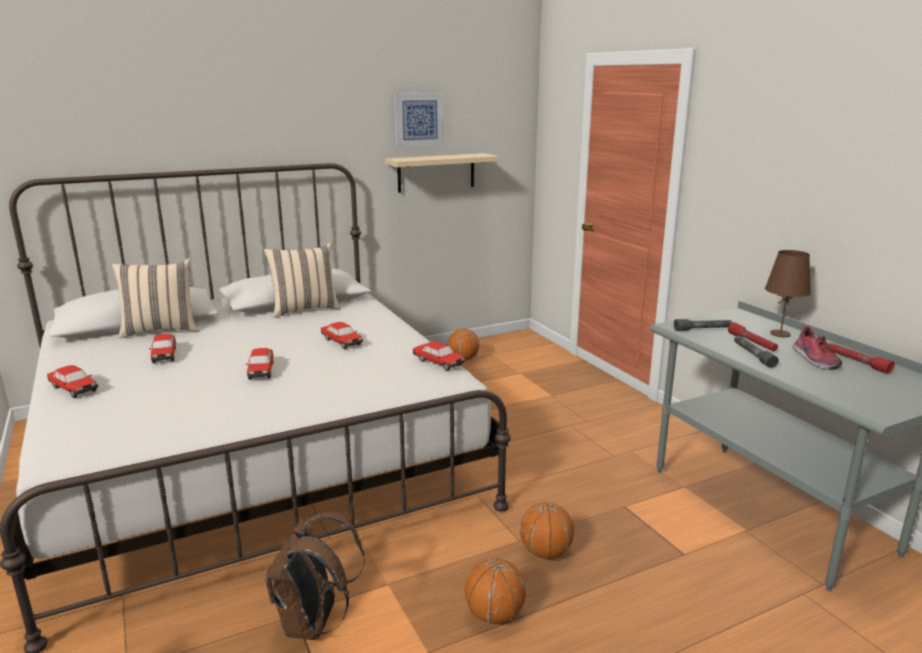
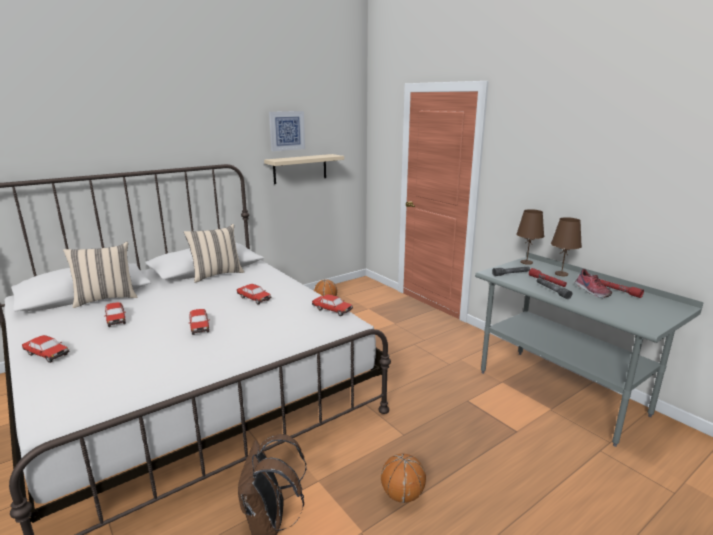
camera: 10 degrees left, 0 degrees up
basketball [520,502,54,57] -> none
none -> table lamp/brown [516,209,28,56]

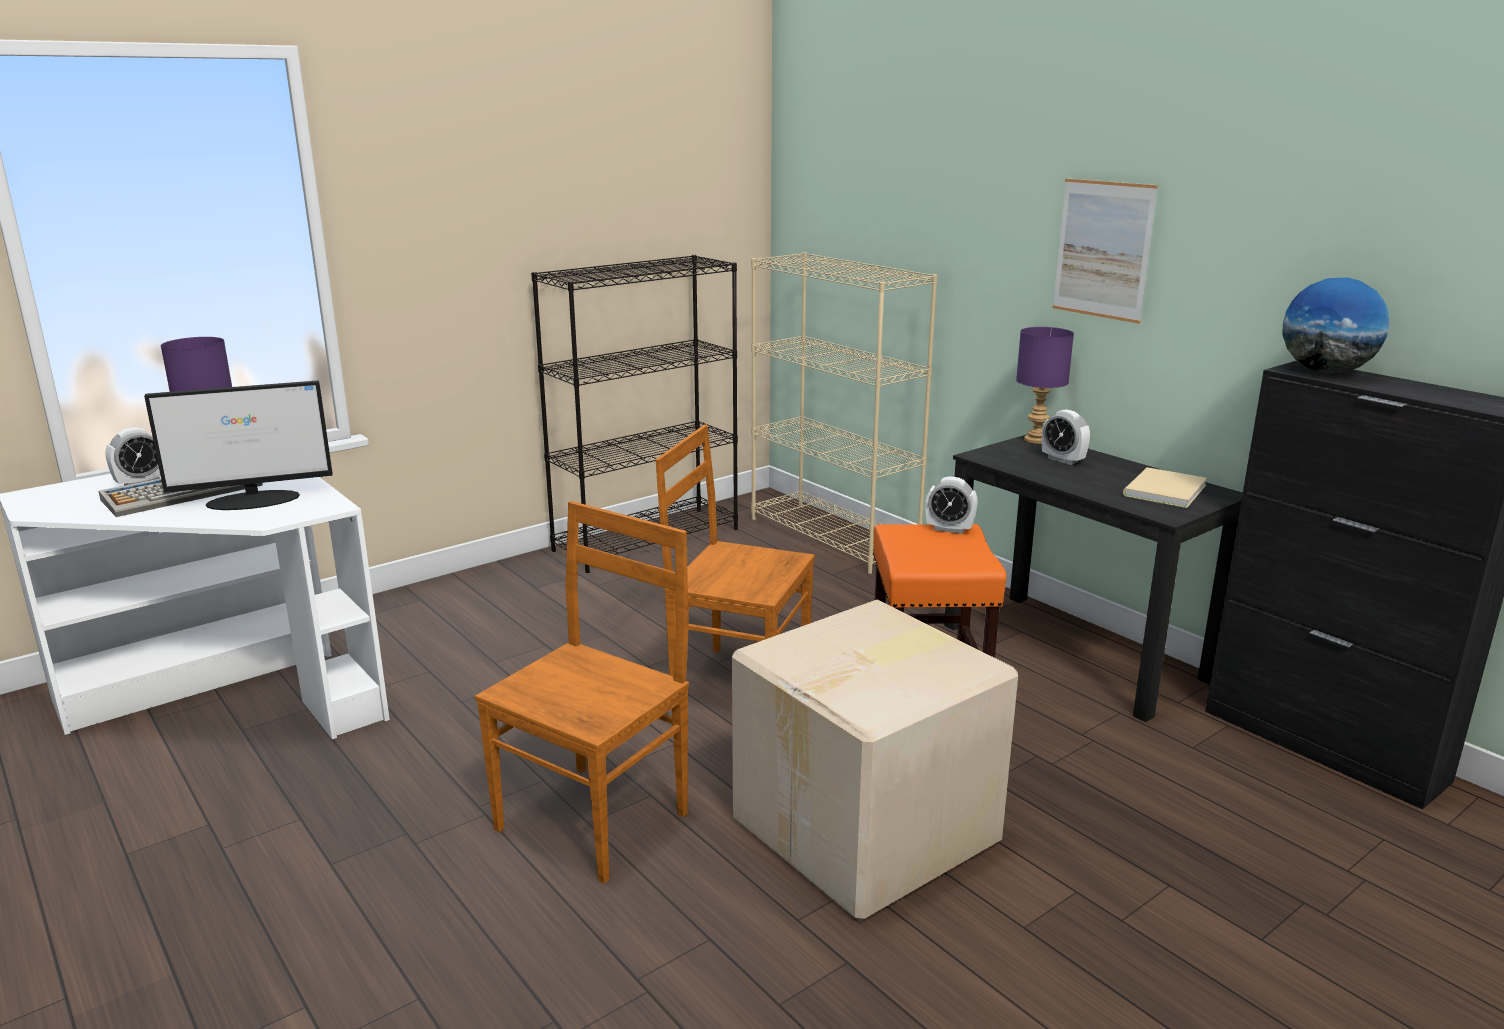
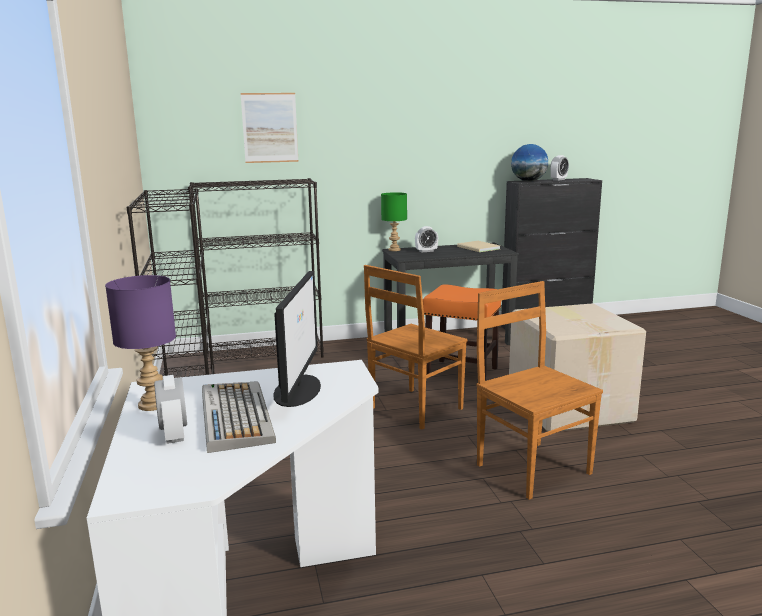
camera: 65 degrees left, 5 degrees down
picture [1052,178,106,146] -> picture [241,93,58,70], shifted
bookcase/beige [751,252,187,322] -> bookcase/black [188,178,136,184]
table lamp/purple [1016,327,58,117] -> table lamp/green [381,192,26,59]
alarm clock [925,476,52,58] -> alarm clock [550,155,19,26], shifted

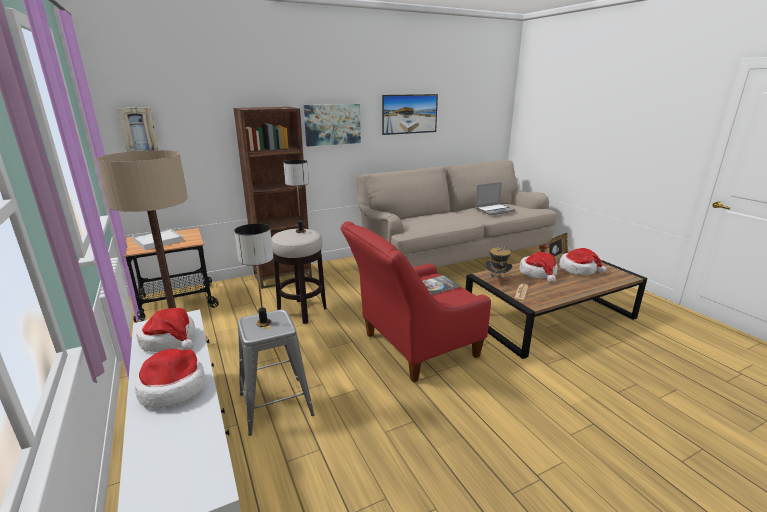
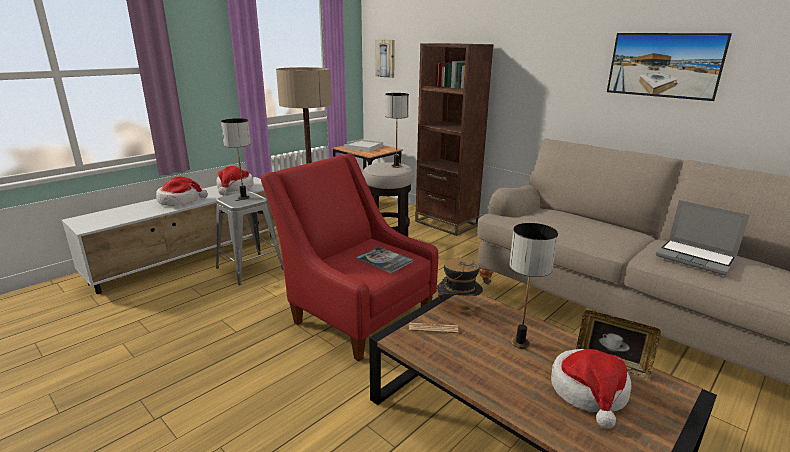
camera: 70 degrees right, 0 degrees up
picture [304,104,57,42] -> none
hat [519,252,39,31] -> table lamp [509,223,49,126]

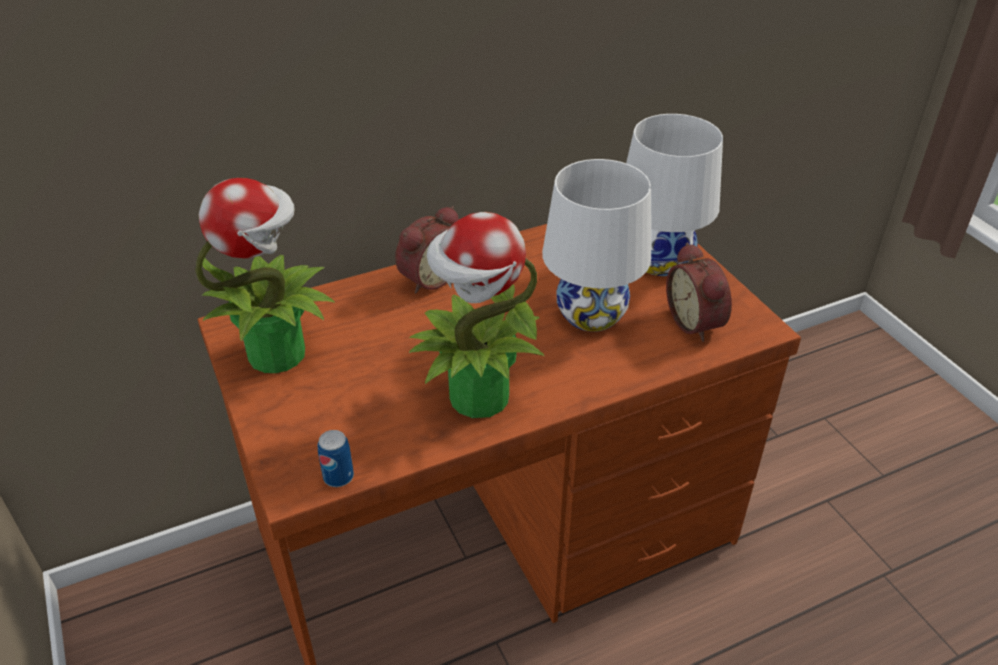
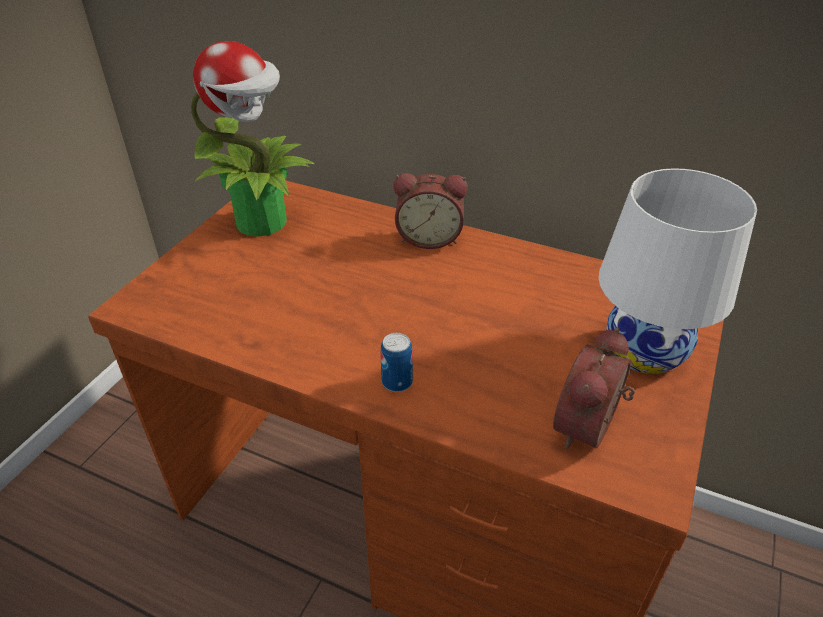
camera: 50 degrees right, 0 degrees up
table lamp/white [542,159,109,173] -> none
potted plant [409,212,135,206] -> none
can [318,430,36,57] -> can [380,333,33,59], shifted

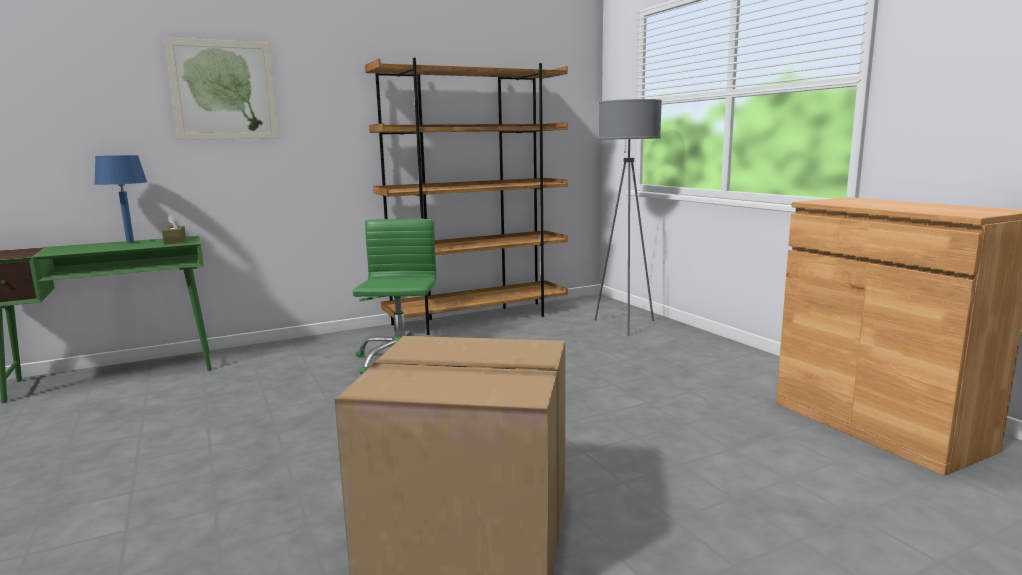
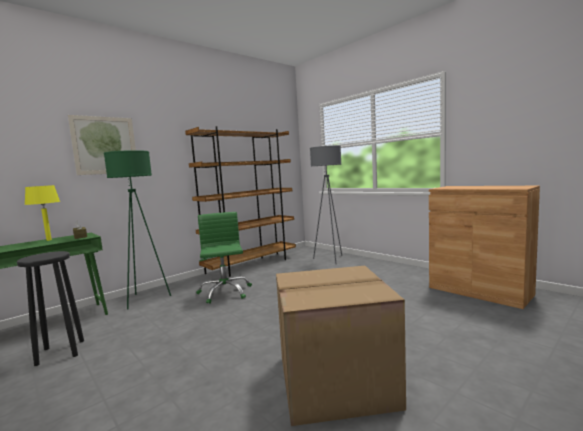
camera: 15 degrees left, 5 degrees down
table lamp/blue [94,155,53,88] -> table lamp/yellow [24,185,36,56]
none -> floor lamp/green [104,150,67,160]
none -> stool/black [17,251,67,115]

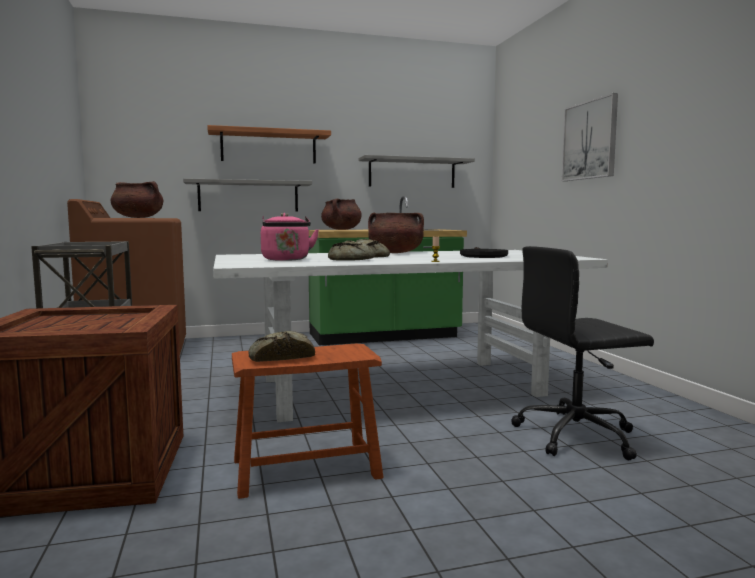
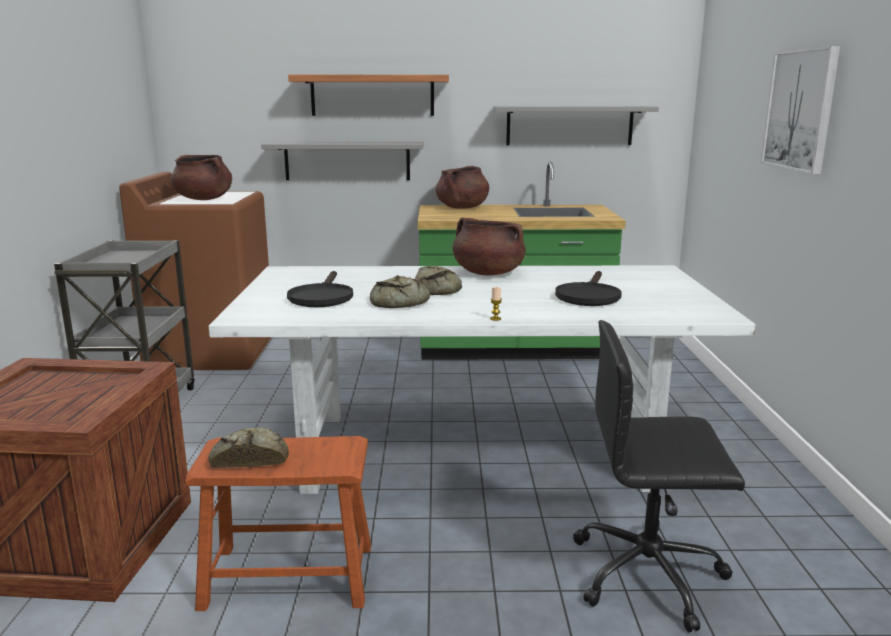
camera: 15 degrees right, 10 degrees up
kettle/pink [261,213,58,48] -> frying pan/black [287,271,66,36]

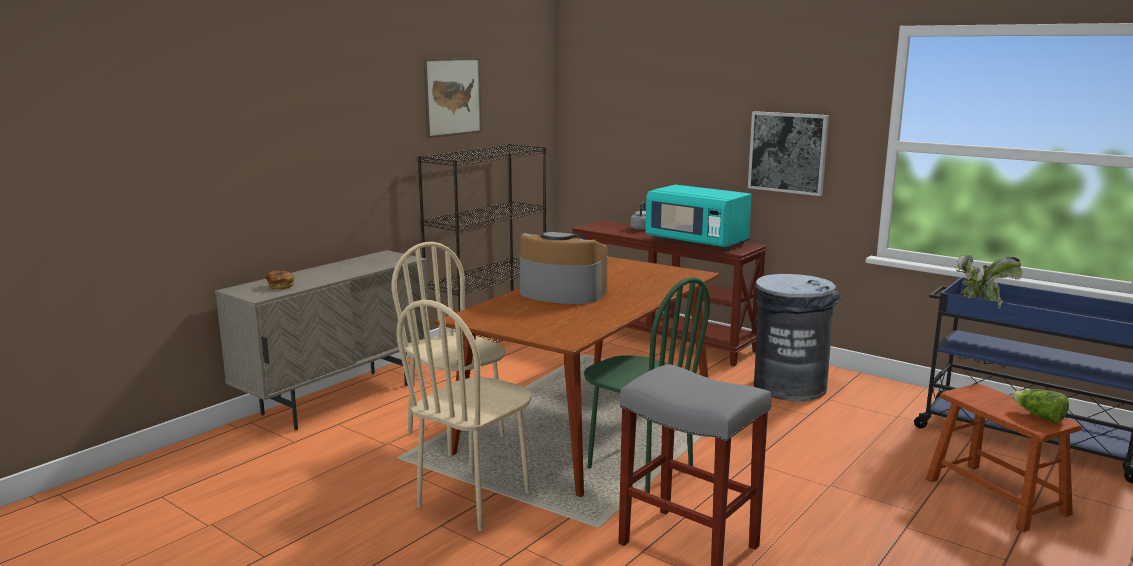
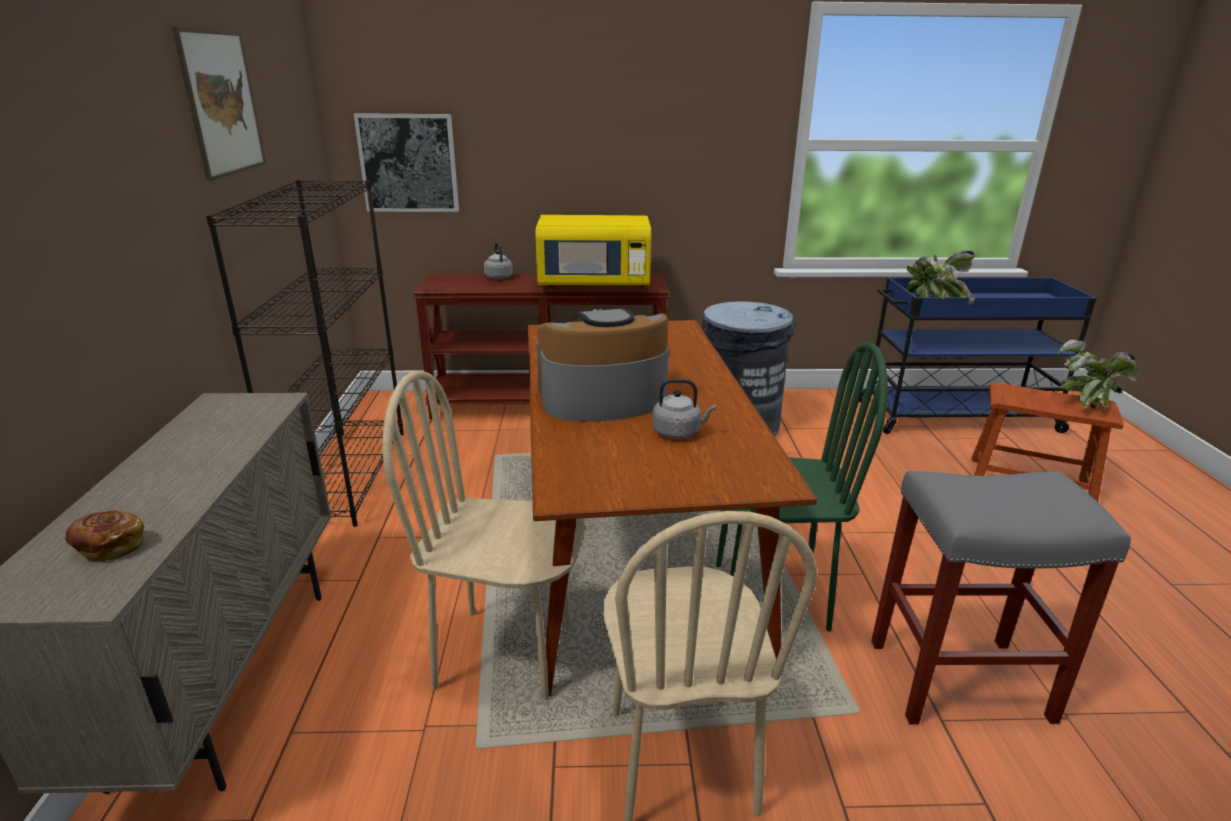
camera: 40 degrees left, 10 degrees up
picture [748,111,81,85] -> picture [354,113,105,99], shifted
microwave/turquoise [646,185,106,65] -> microwave/yellow [535,215,116,73]
lettuce [1012,389,57,34] -> potted plant [1058,339,80,70]
none -> kettle/grey [652,378,64,61]

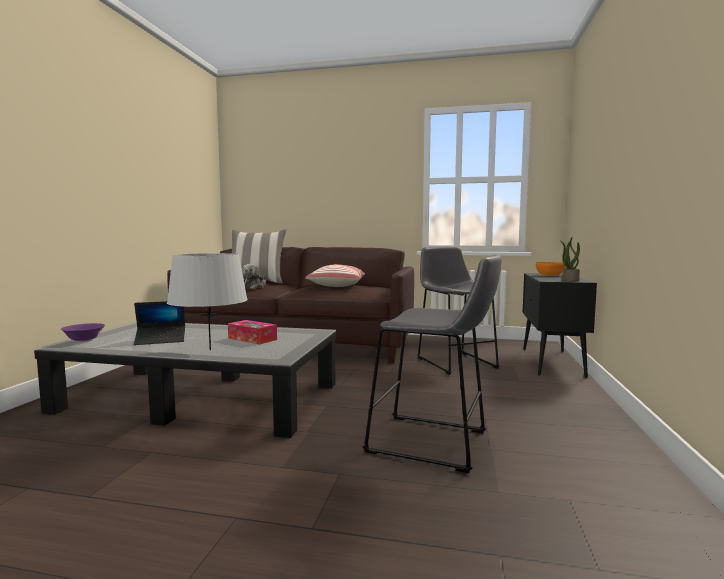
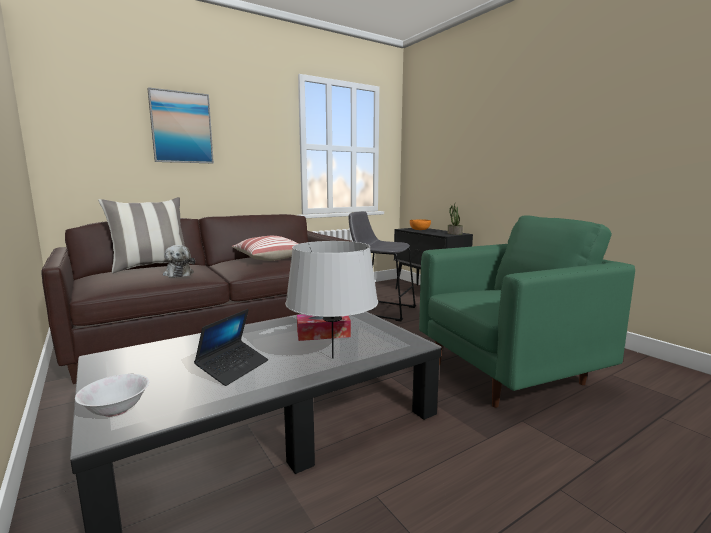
camera: 45 degrees left, 5 degrees up
stool/grey [363,255,139,218] -> armchair/green [419,216,216,192]
bowl/purple [61,323,44,19] -> bowl/white [75,374,74,43]
none -> picture [147,87,67,76]

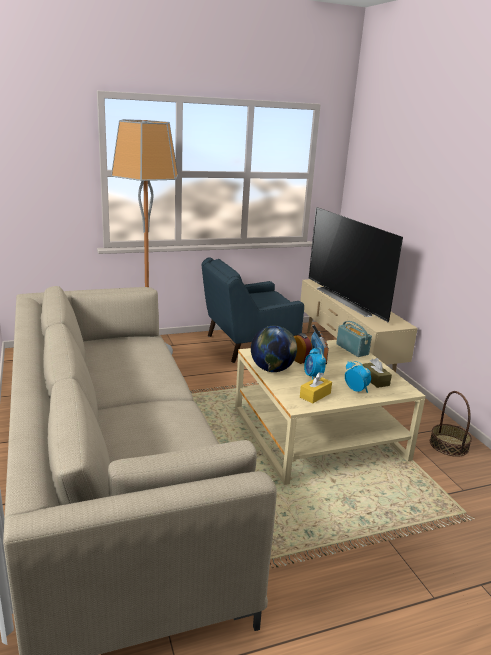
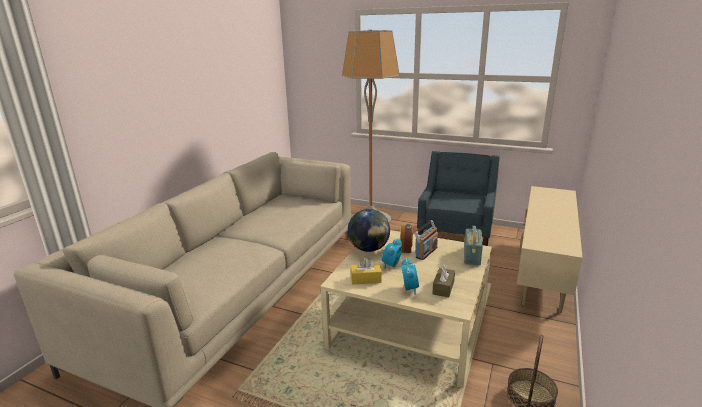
camera: 45 degrees right, 0 degrees up
television [309,207,94,115] -> none
armchair/blue [202,257,102,106] -> armchair/blue [417,151,83,95], 90 degrees clockwise

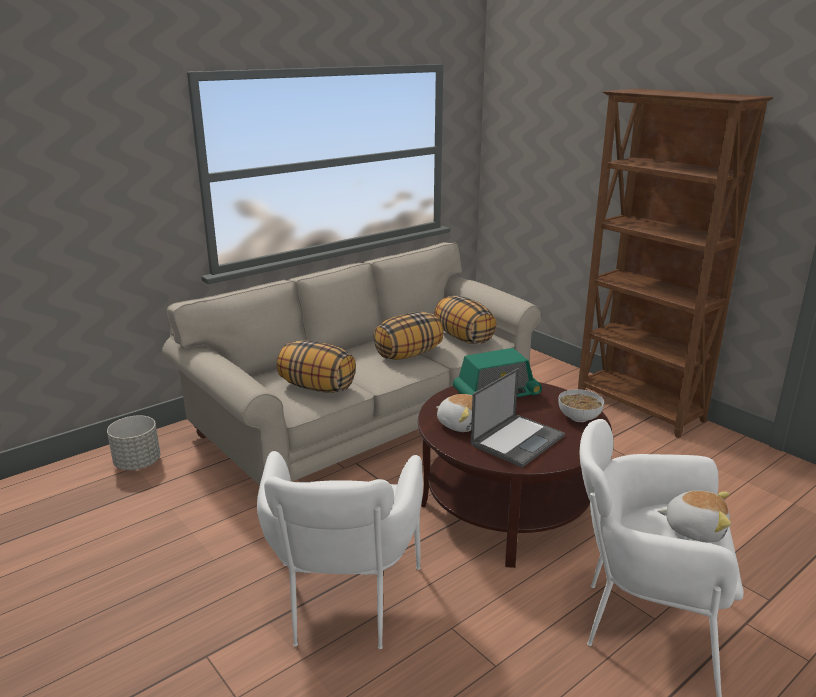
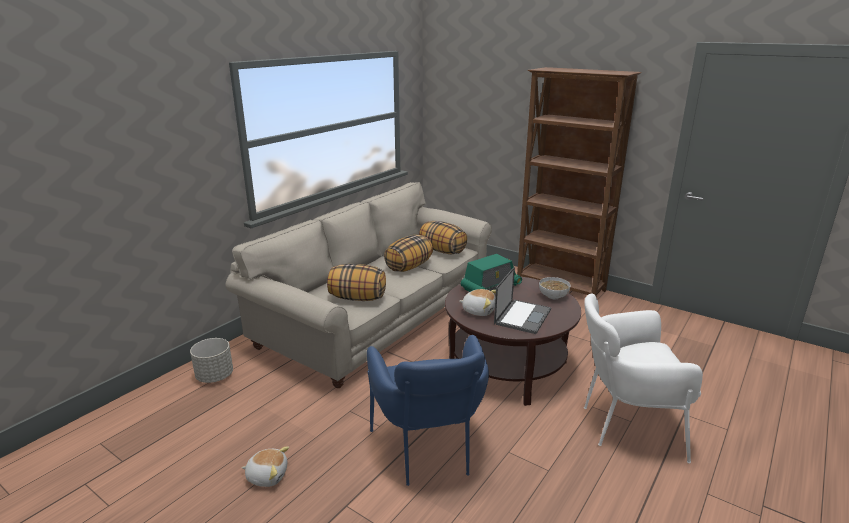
camera: 15 degrees left, 0 degrees up
armchair/white [257,451,166,198] -> armchair/blue [367,335,122,151]
plush toy [658,491,73,52] -> plush toy [242,446,47,41], shifted

